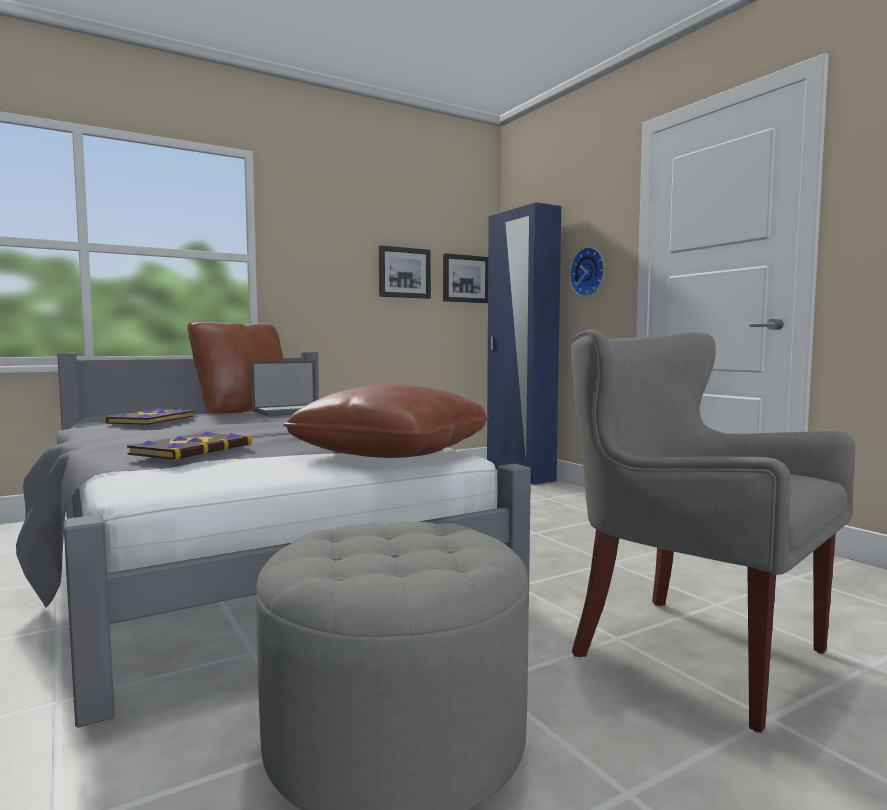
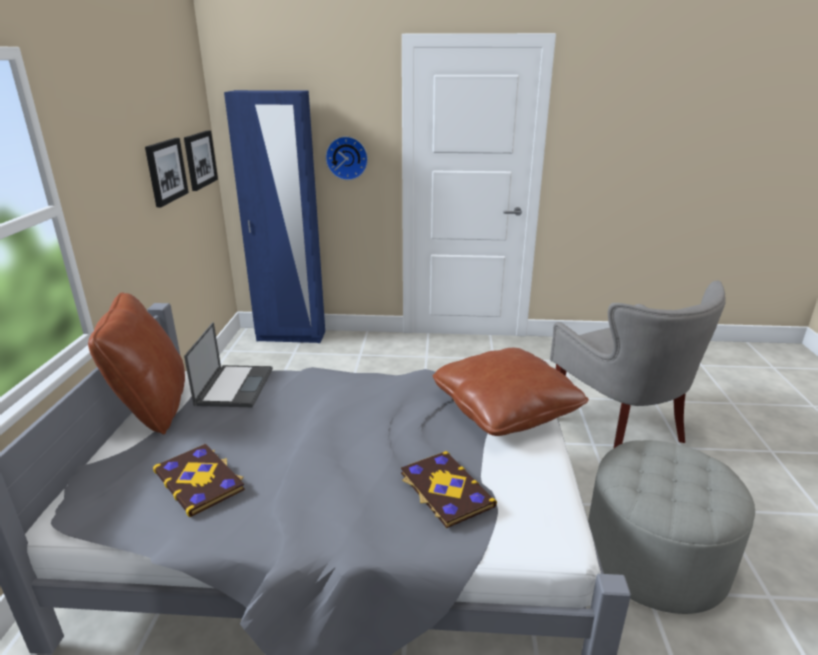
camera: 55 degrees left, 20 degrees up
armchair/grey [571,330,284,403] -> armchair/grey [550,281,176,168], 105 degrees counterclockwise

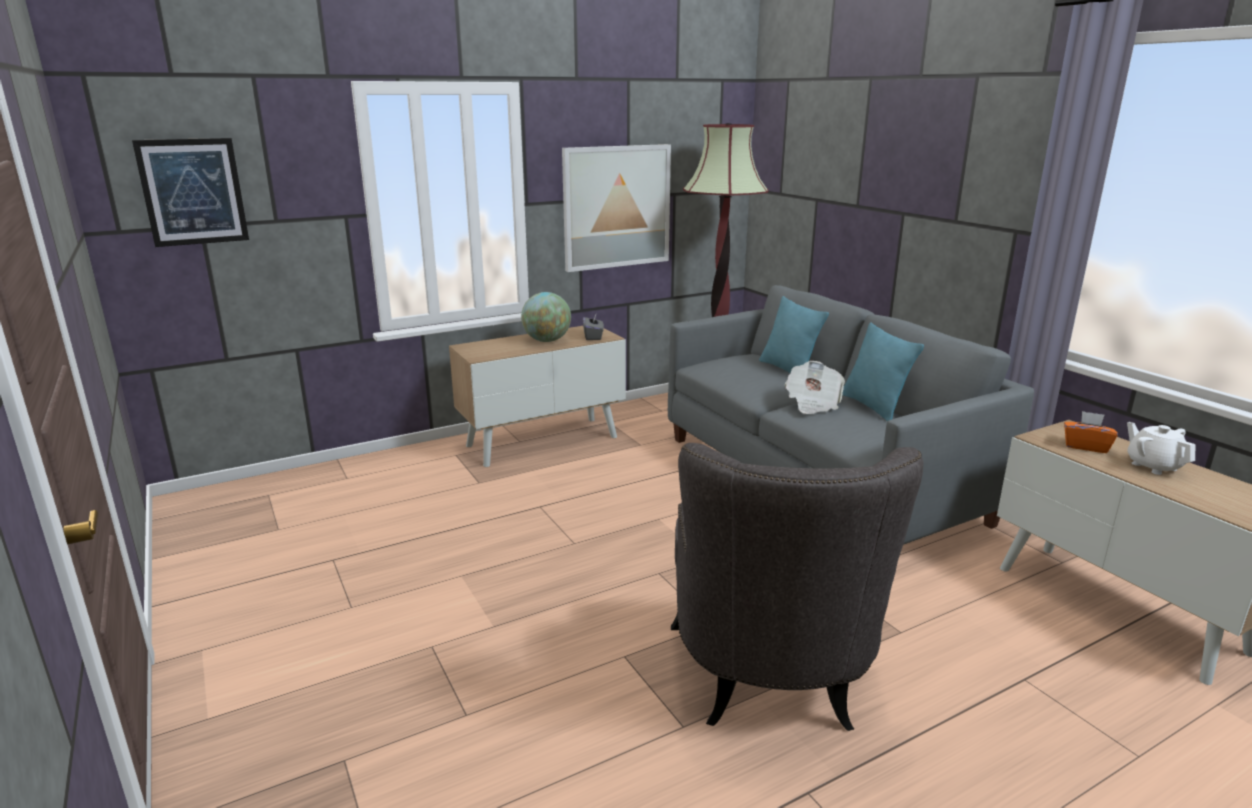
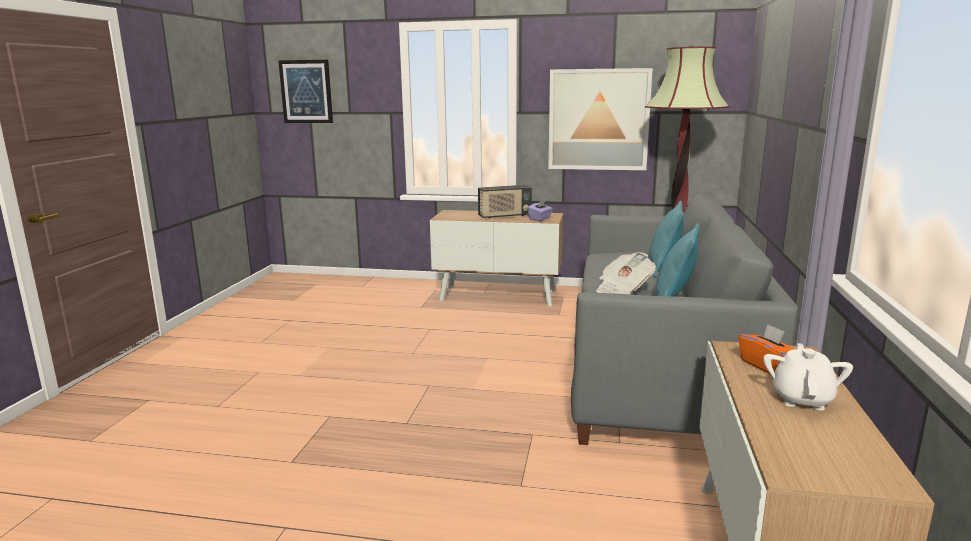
camera: 40 degrees right, 5 degrees down
globe [521,292,50,50] -> radio [478,185,54,34]
tissue box/grey [583,315,21,25] -> tissue box/purple [527,200,26,21]
armchair/grey [671,443,252,288] -> none

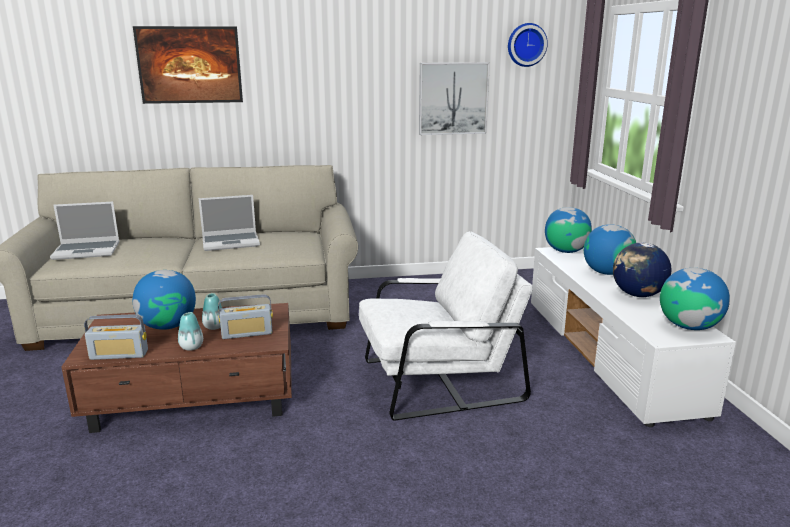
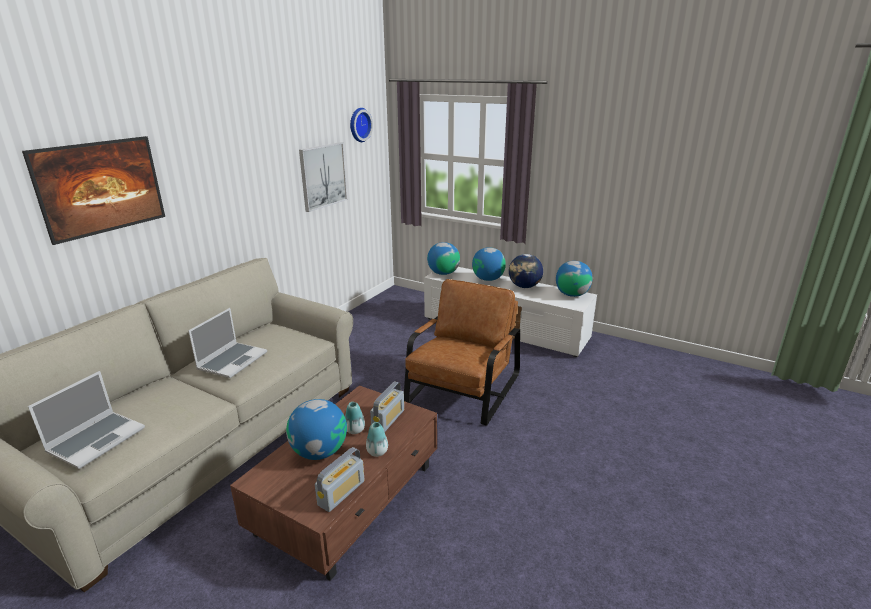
camera: 50 degrees left, 5 degrees up
armchair/white [359,231,174,189] -> armchair/brown [404,279,116,147]

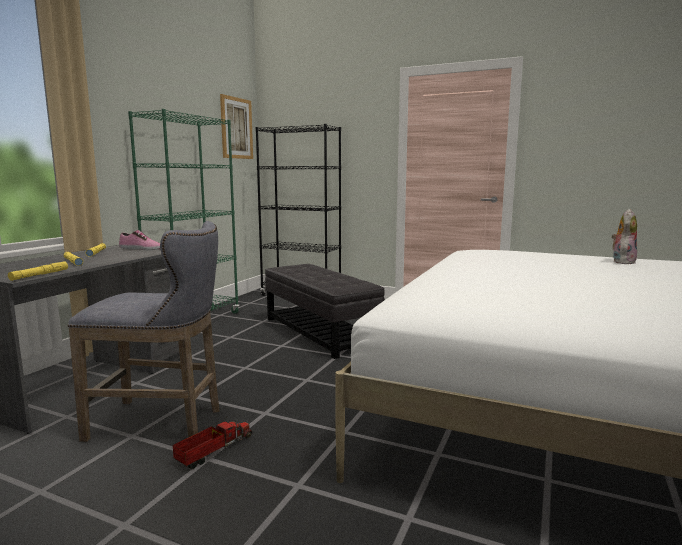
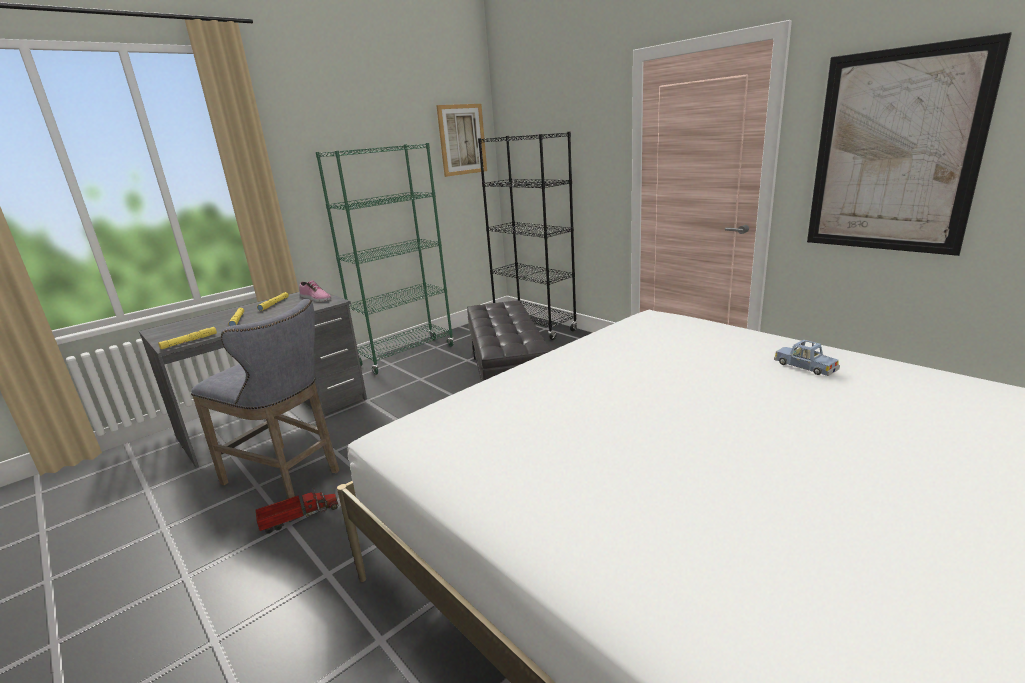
camera: 25 degrees right, 10 degrees up
plush toy [611,209,26,55] -> toy car/blue [774,340,66,36]
none -> picture [807,32,205,224]

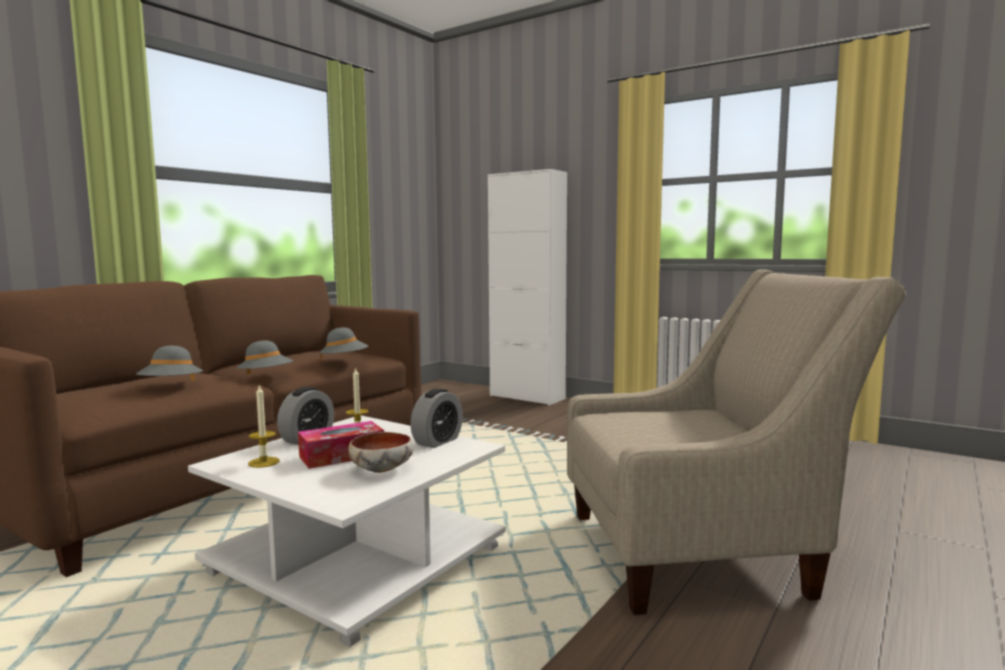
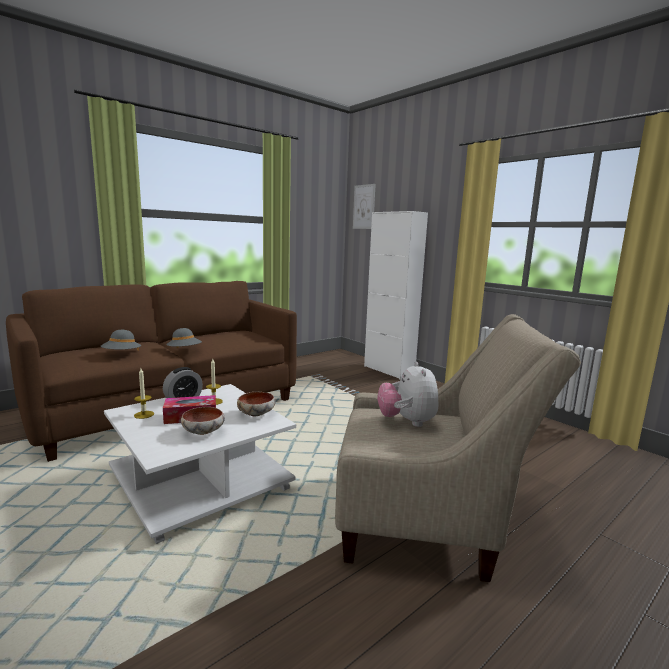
camera: 15 degrees right, 5 degrees up
hat/grey [320,327,48,34] -> none
alarm clock [411,388,52,60] -> bowl [237,392,38,24]
none -> picture [353,184,23,45]
none -> plush toy [377,362,62,65]

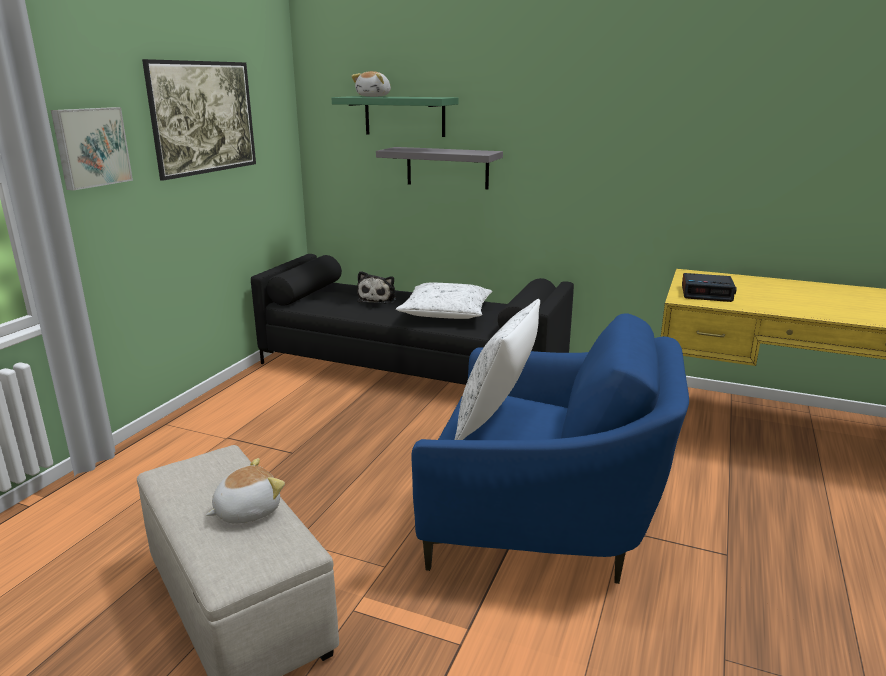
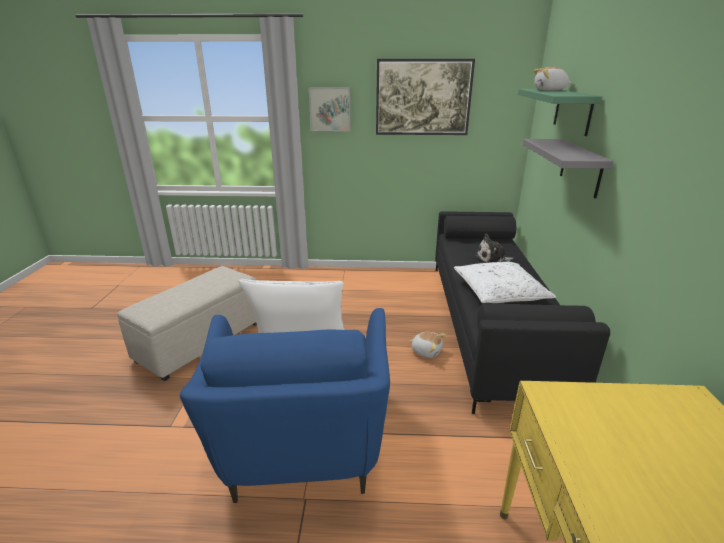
camera: 70 degrees right, 5 degrees up
alarm clock [682,273,55,29] -> none
plush toy [206,458,79,66] -> plush toy [409,332,37,26], shifted

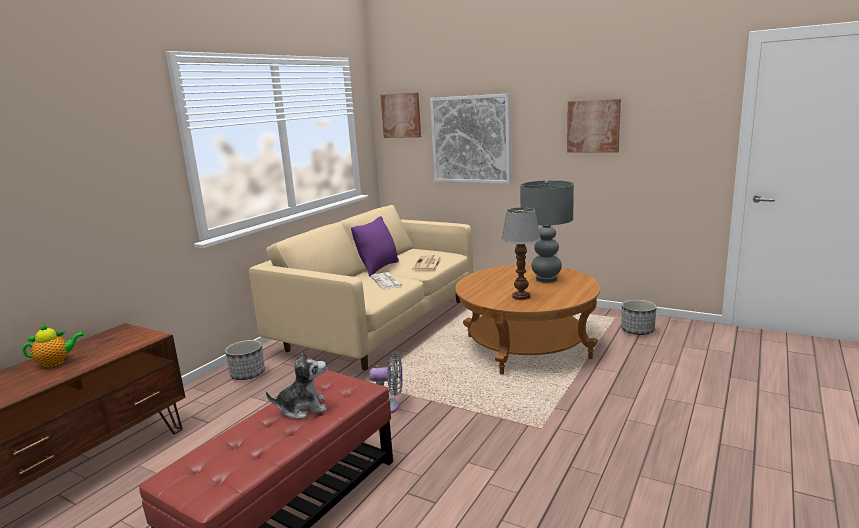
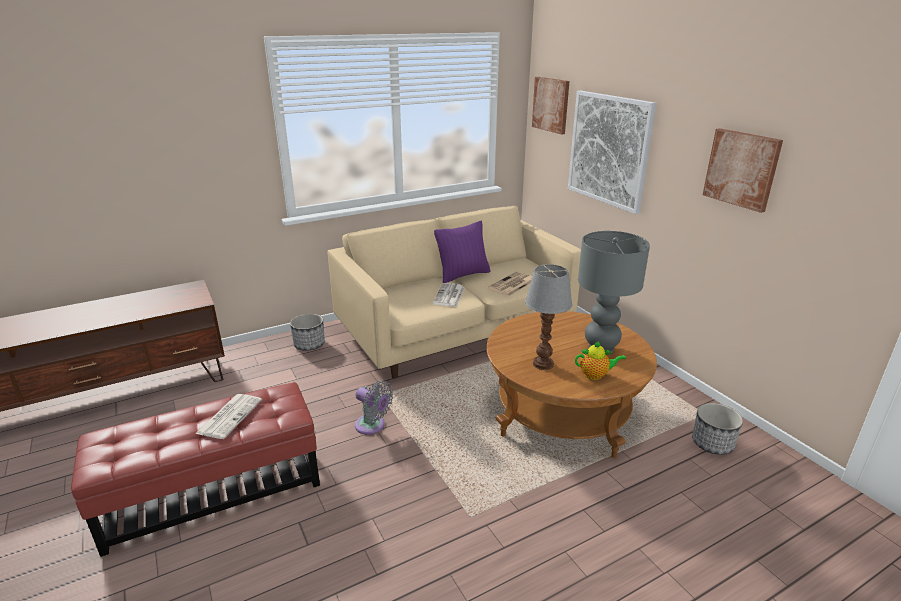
camera: 30 degrees right, 10 degrees up
teapot [23,323,62,45] -> teapot [575,341,51,39], shifted
plush toy [266,348,61,71] -> newspaper [195,394,67,45]

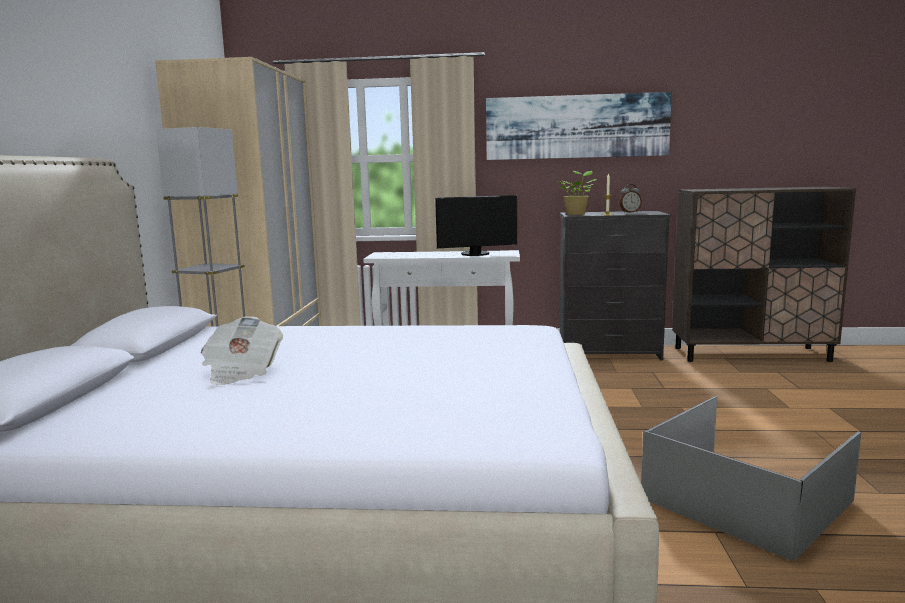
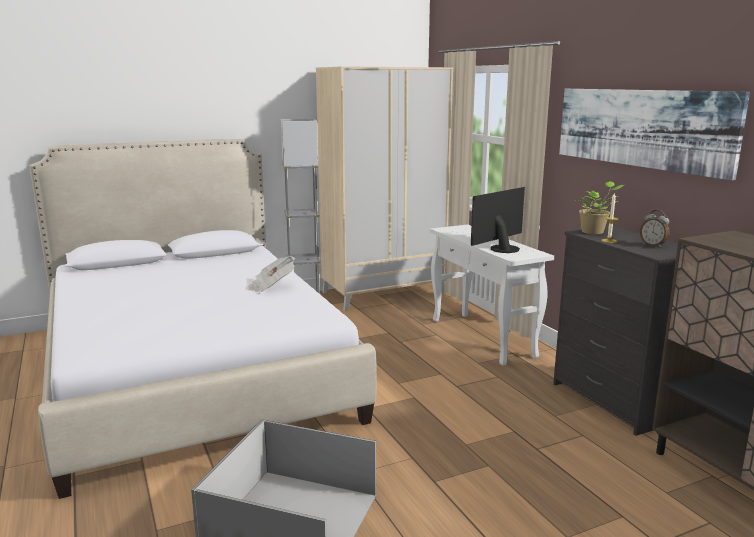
camera: 60 degrees right, 5 degrees up
monitor [435,195,82,61] -> monitor [471,187,54,66], 90 degrees clockwise
newspaper [201,316,82,69] -> newspaper [246,256,49,36], shifted

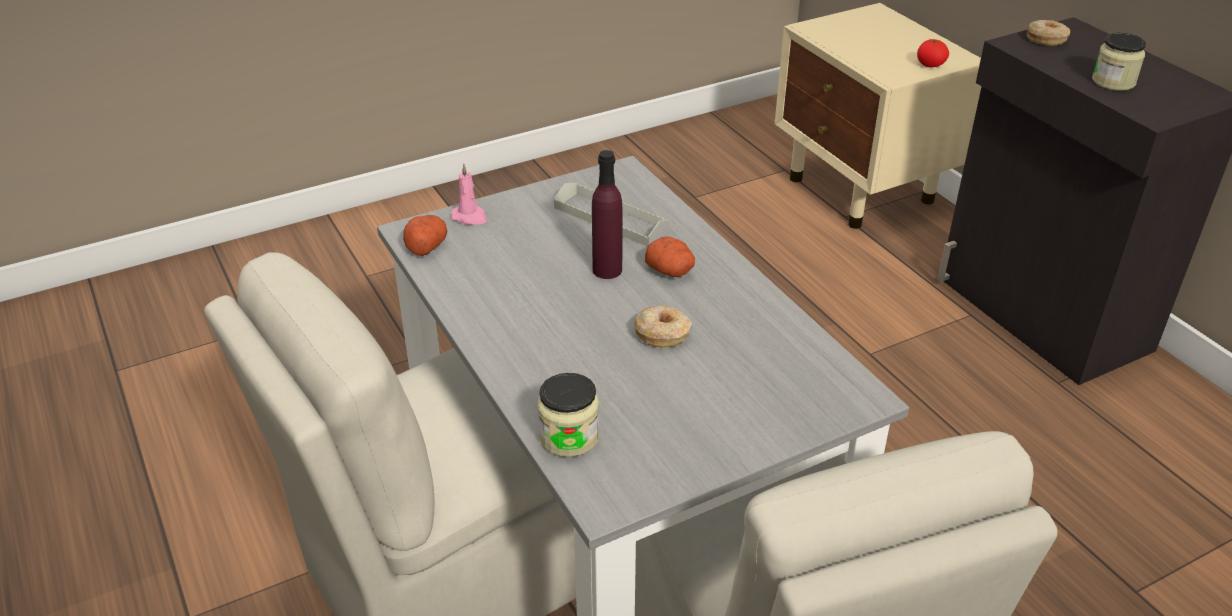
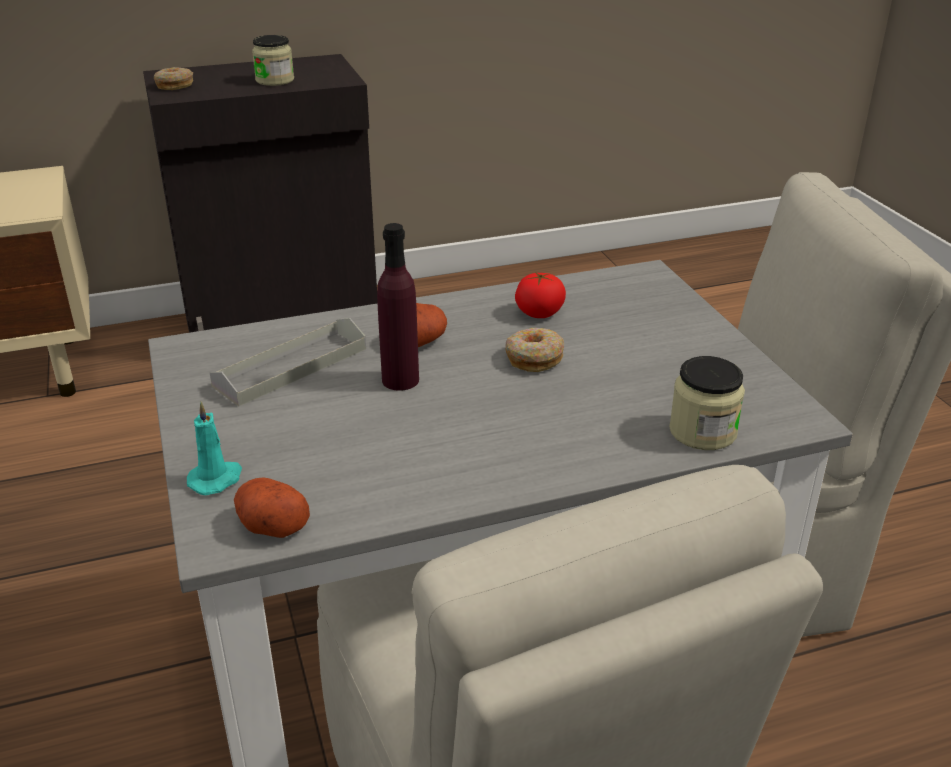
camera: 80 degrees left, 5 degrees down
tomato [917,39,32,29] -> tomato [515,272,51,46], shifted
candle/pink [451,164,36,61] -> candle/turquoise [187,401,55,94]

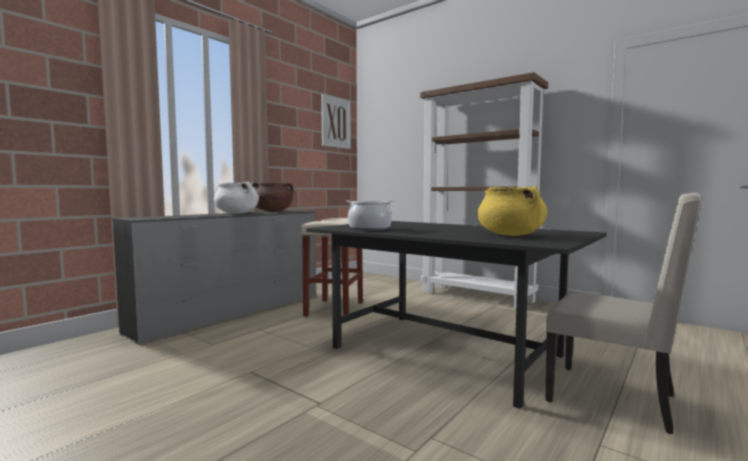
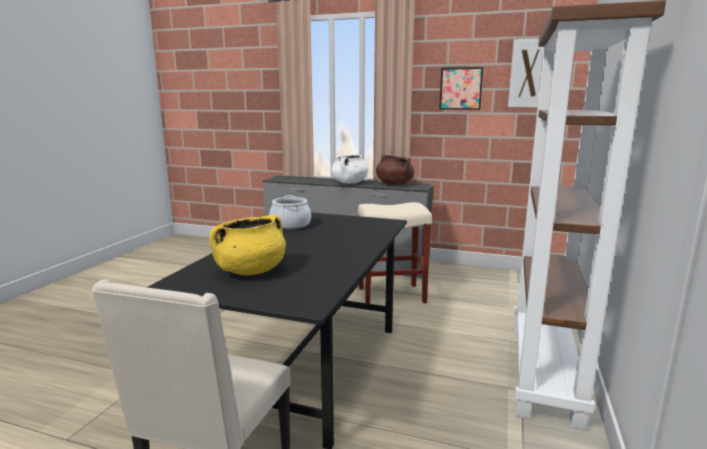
camera: 70 degrees right, 10 degrees up
none -> picture [439,67,44,43]

